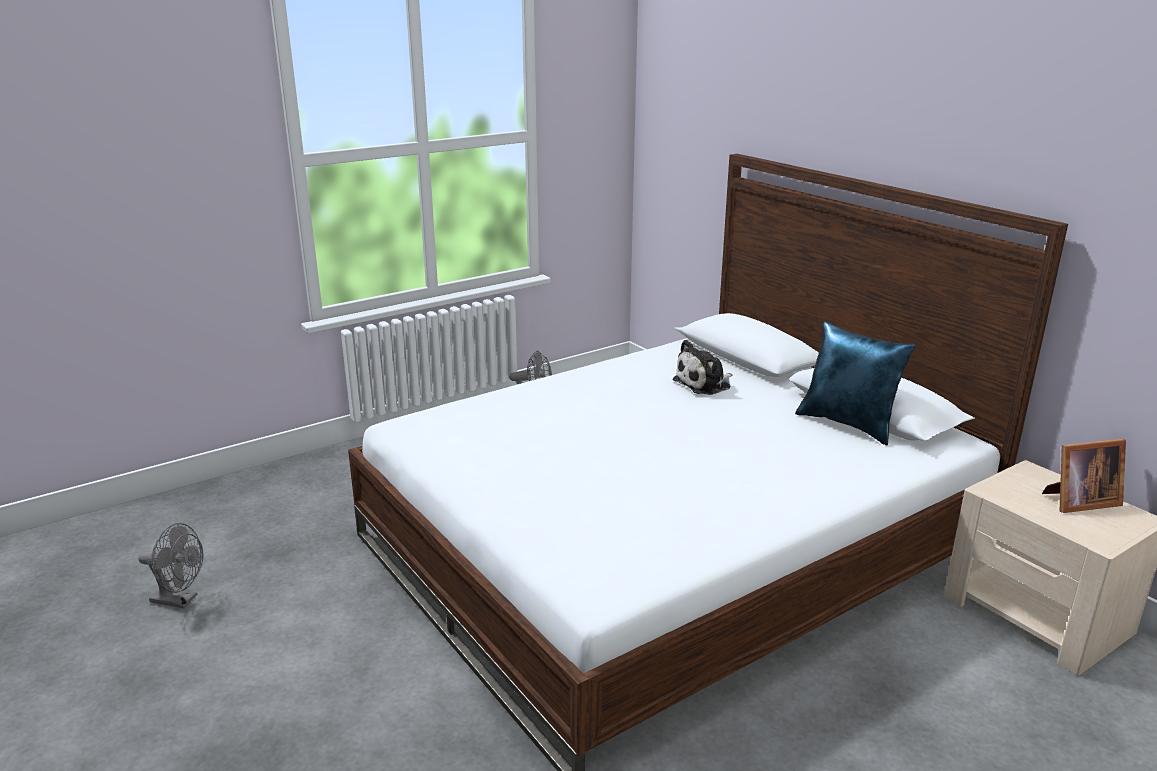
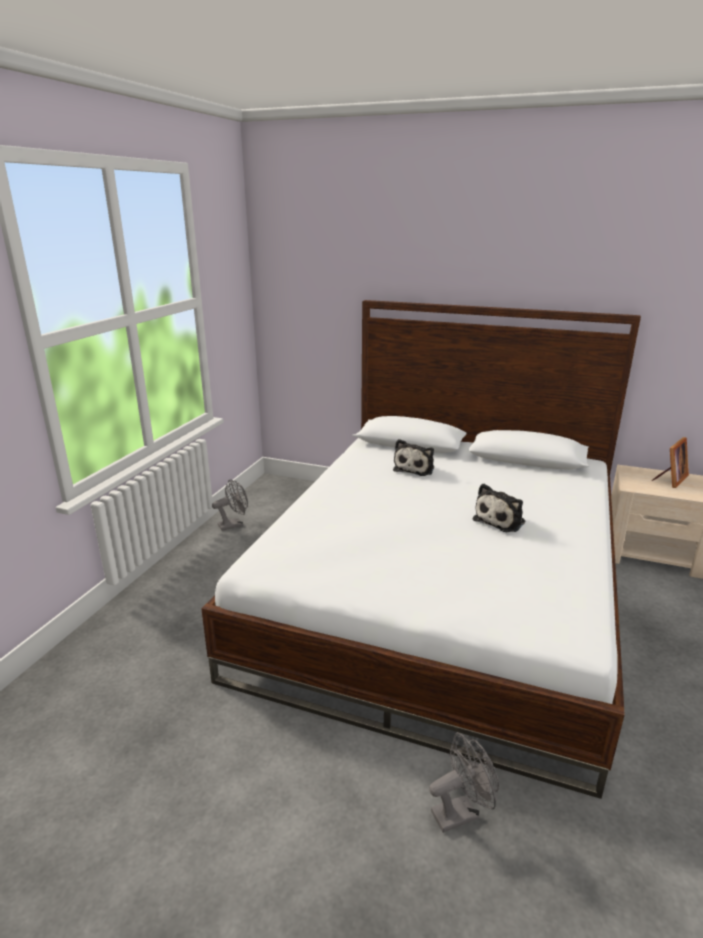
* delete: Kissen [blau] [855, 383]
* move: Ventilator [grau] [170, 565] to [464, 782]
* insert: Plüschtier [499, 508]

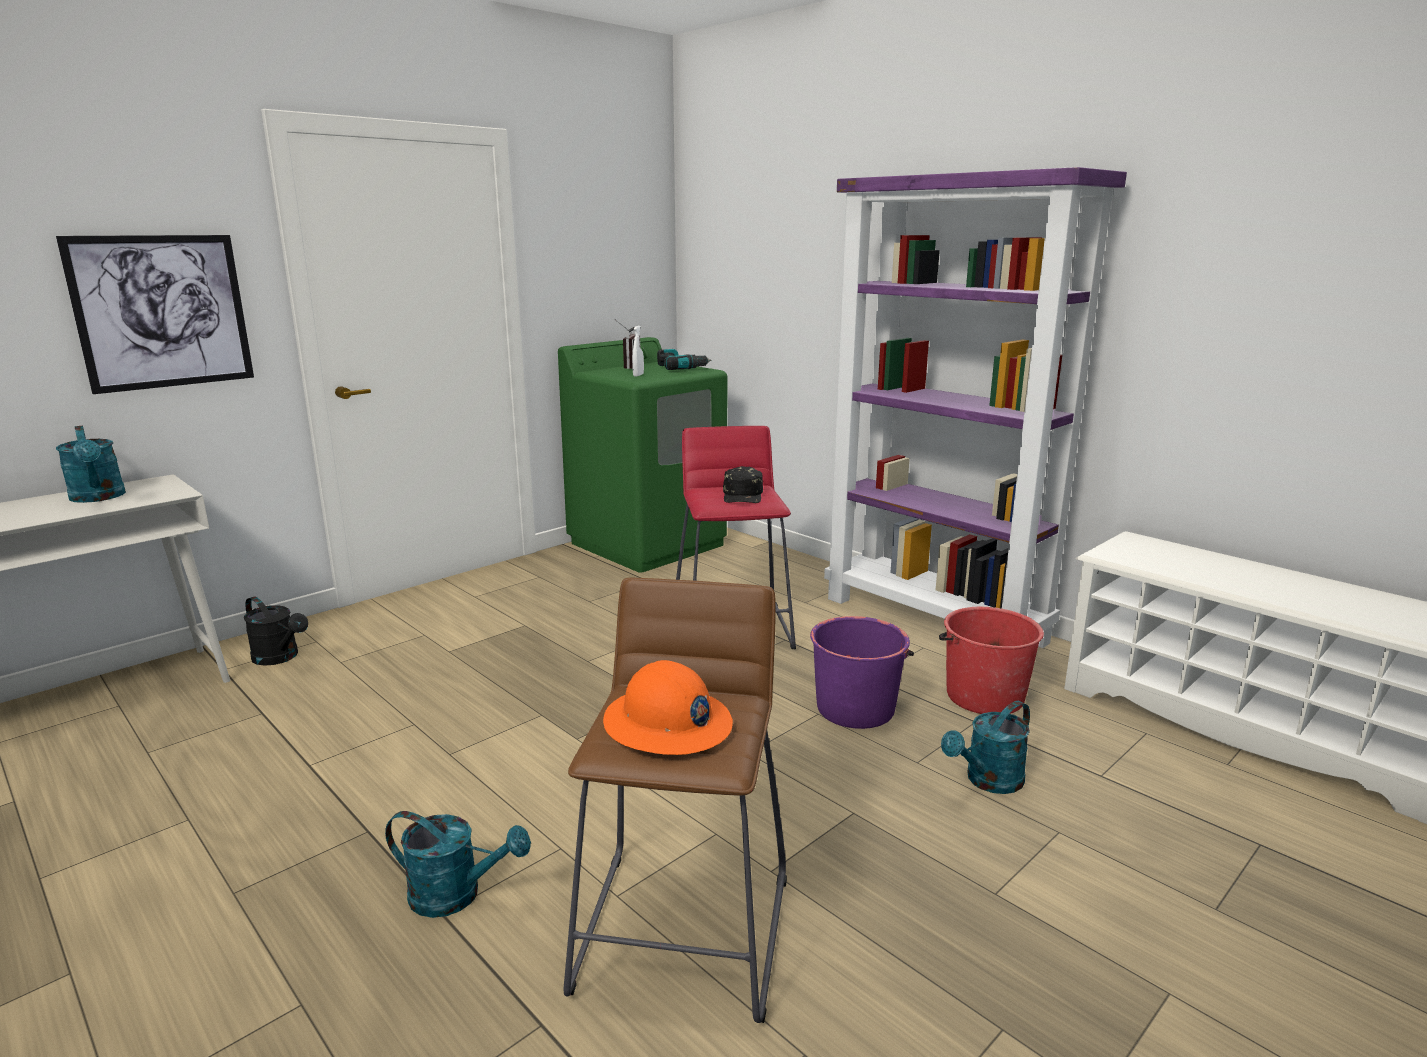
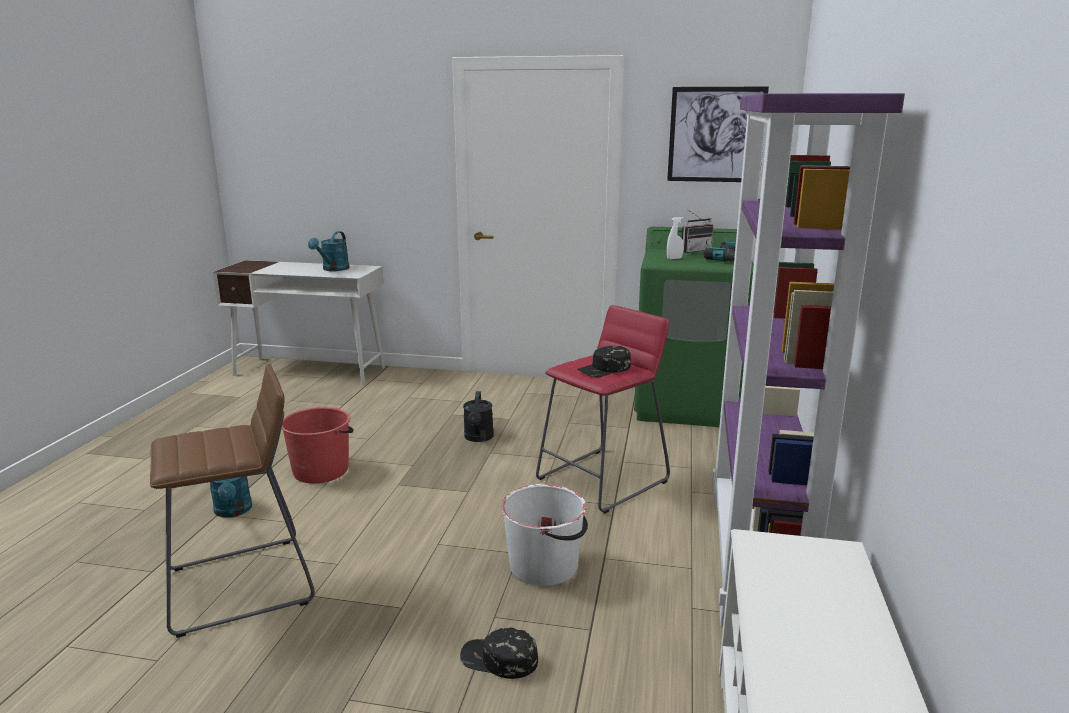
* move: Bild [155, 314] to [718, 134]
* move: Gießkanne [schwarz] [276, 631] to [478, 416]
* move: Eimer [rot] [991, 660] to [317, 445]
* recolor: Eimer [lila] [862, 672] to Eimer [weiß] [544, 535]
* delete: Schutzhelm [orange] [668, 707]
* replace: Gießkanne [türkis] [985, 747] to Kappe [schwarz] [499, 653]

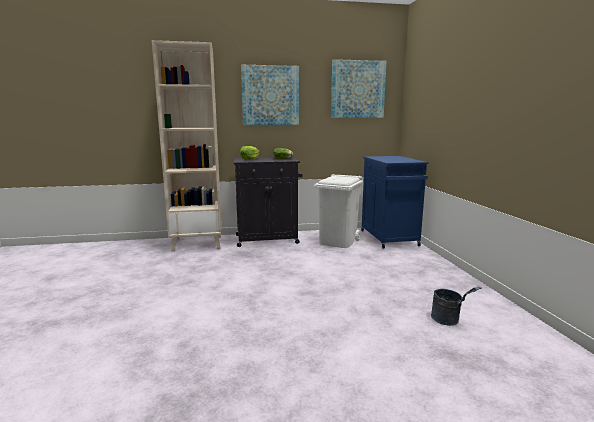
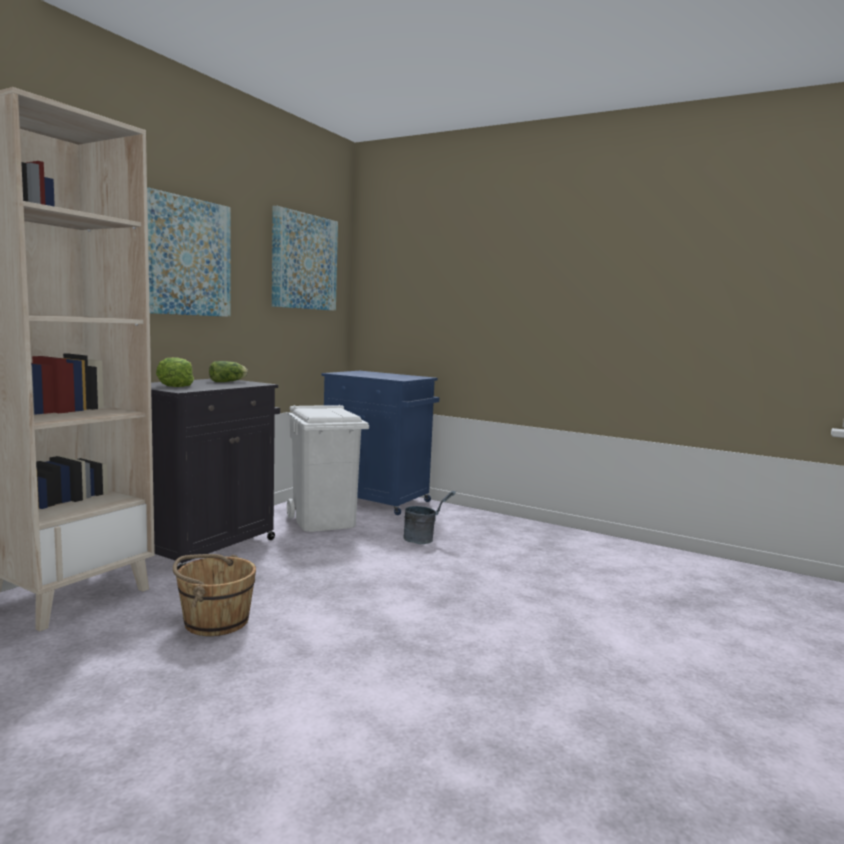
* move: Eimer [grau] [456, 306] to [429, 517]
* insert: Eimer [braun] [214, 595]

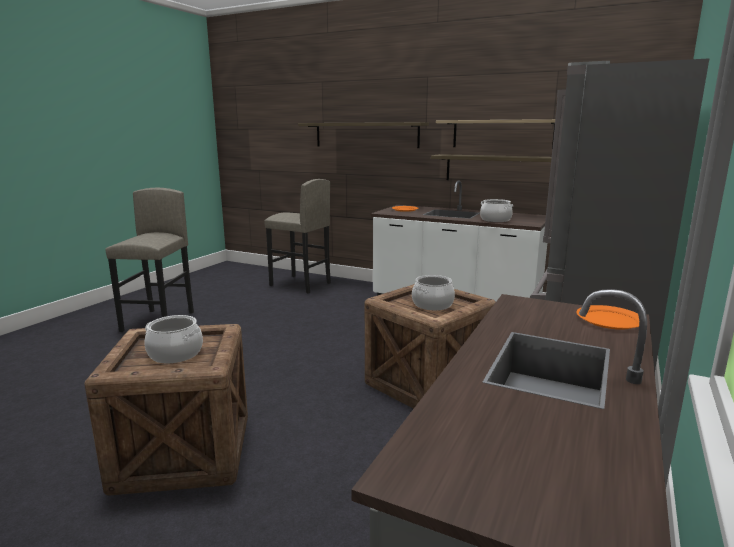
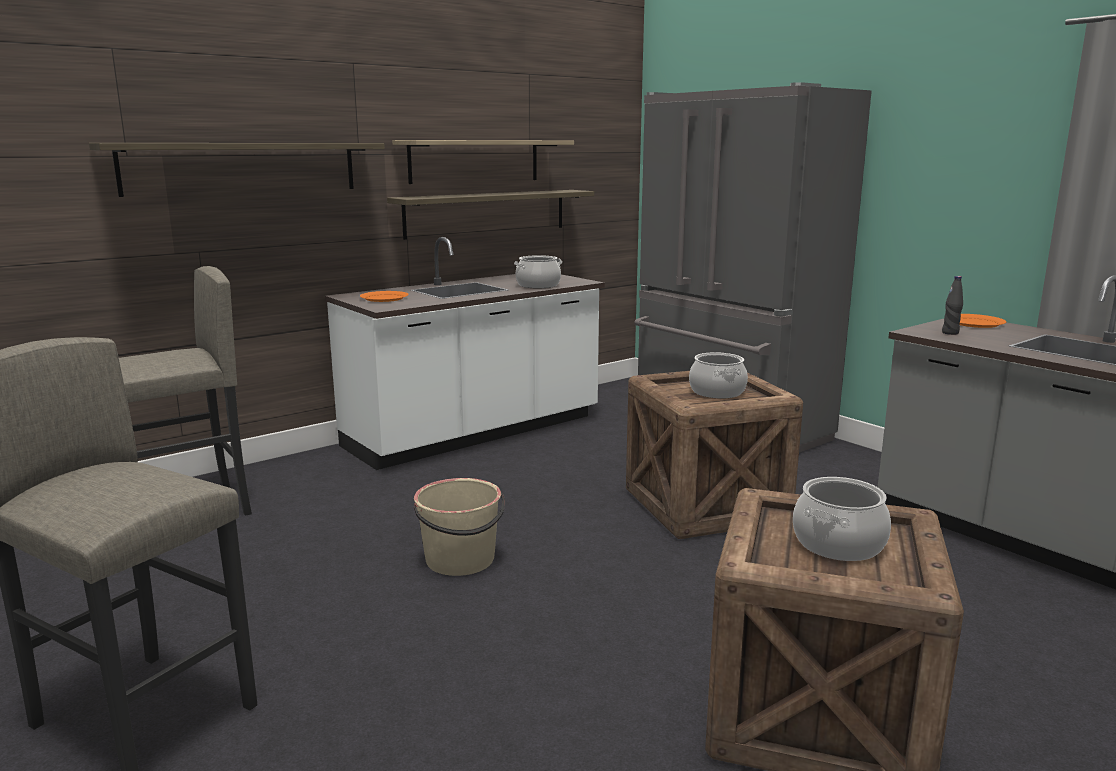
* insert: Flasche [schwarz] [952, 305]
* insert: Eimer [beige] [459, 527]

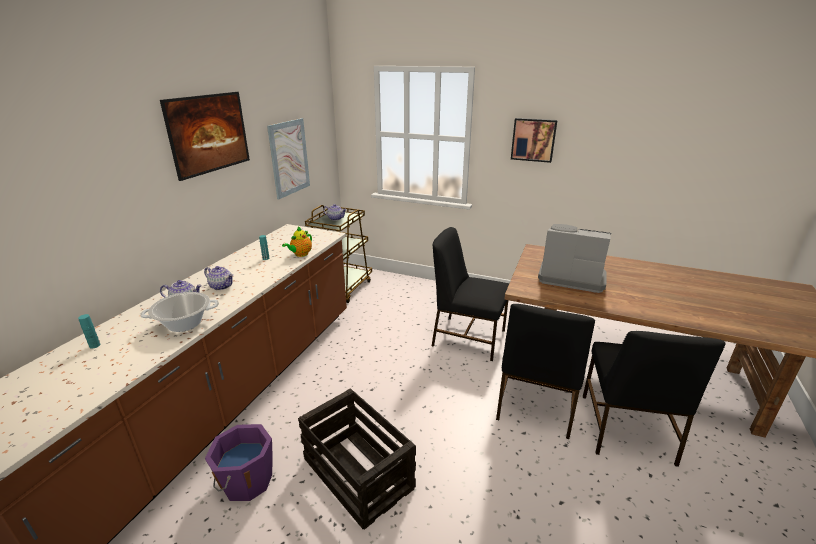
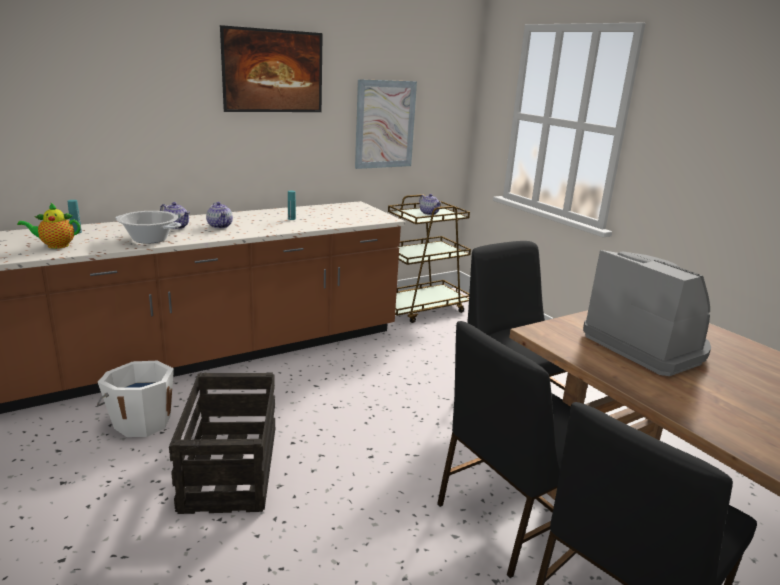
* delete: Bild [534, 140]
* move: Teekanne [297, 241] to [48, 225]
* recolor: Eimer [lila] [239, 462] to Eimer [weiß] [135, 399]

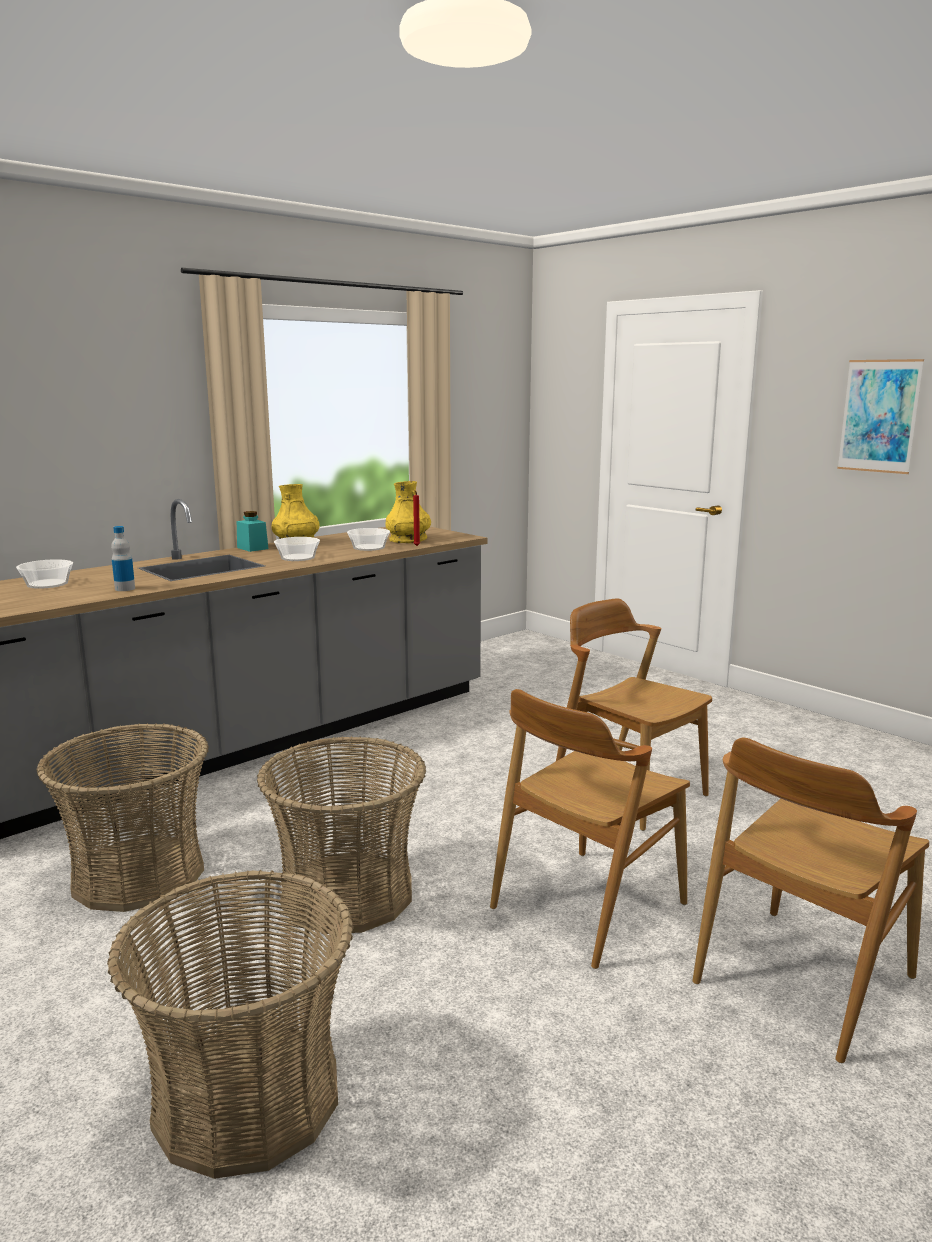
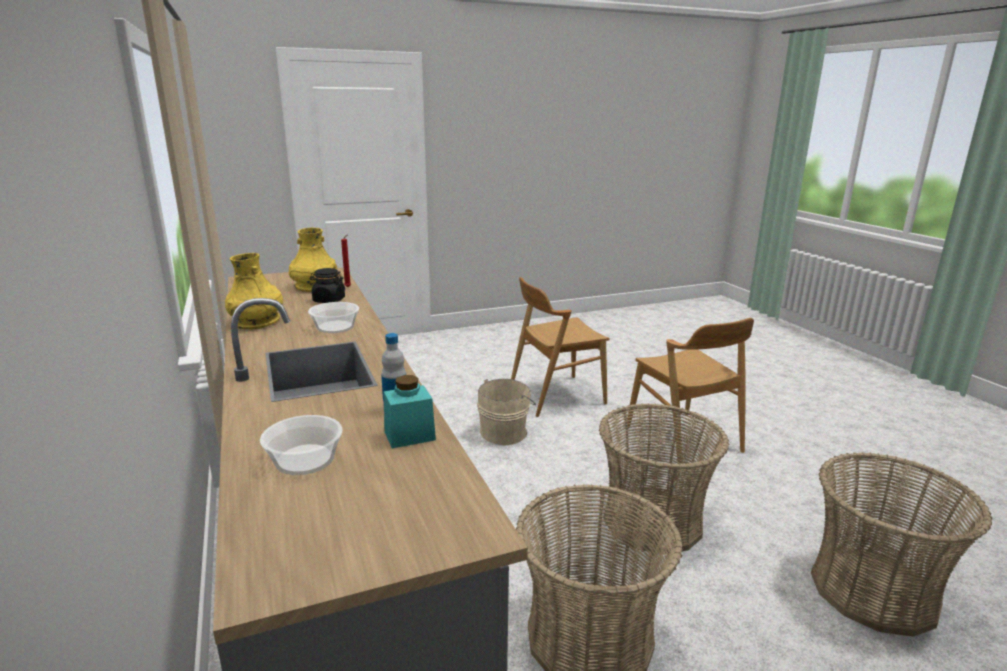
* delete: Bild [880, 416]
* move: Vorratsglas [türkis] [253, 531] to [410, 411]
* replace: Schüssel [368, 539] to Vorratsglas [schwarz] [327, 285]
* delete: Stuhl [braun] [811, 900]
* insert: Eimer [beige] [506, 412]

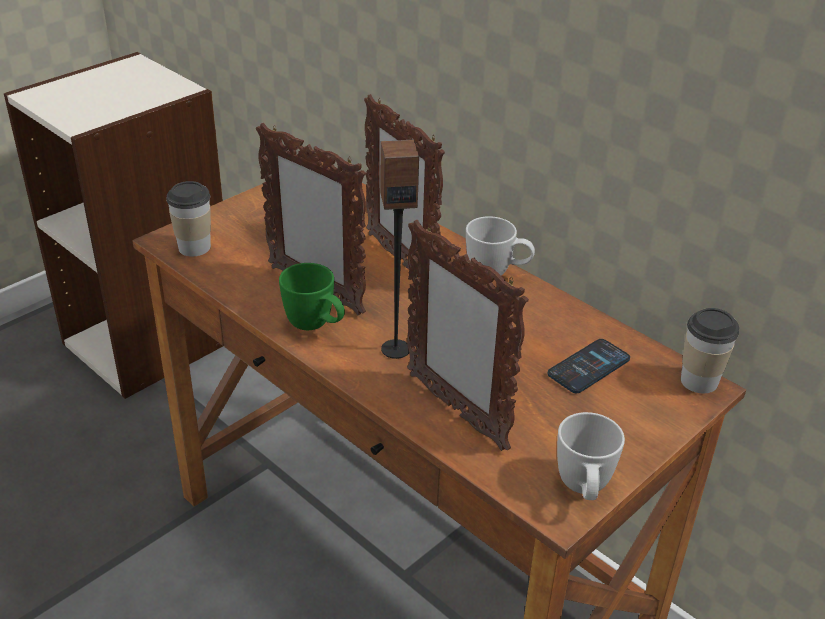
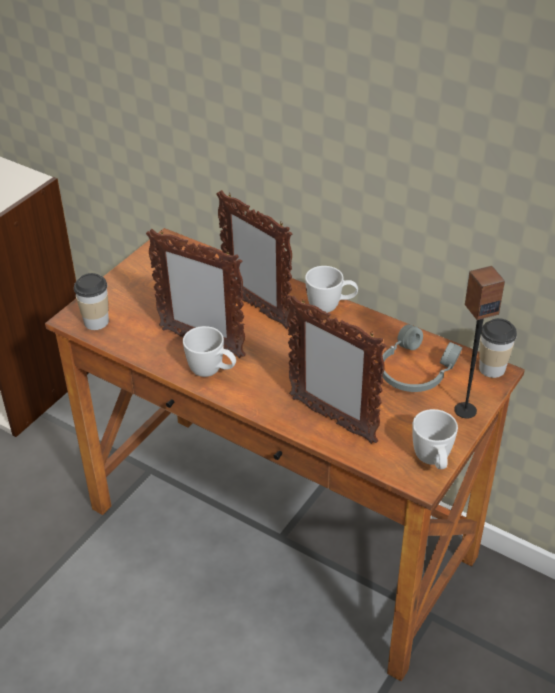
* move: Lautsprecher [399, 249] to [479, 342]
* recolor: Henkelbecher [grün] [312, 296] to Henkelbecher [weiß] [209, 351]
* replace: Handy [588, 366] to Kopfhörer [grau] [422, 358]

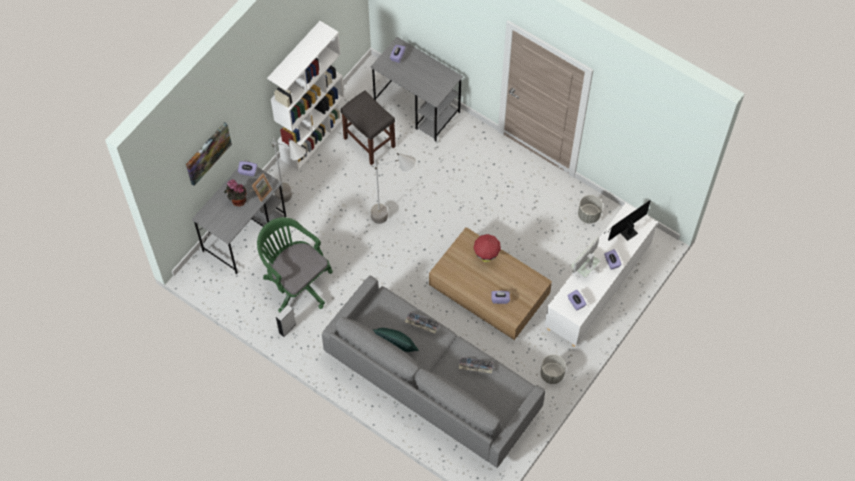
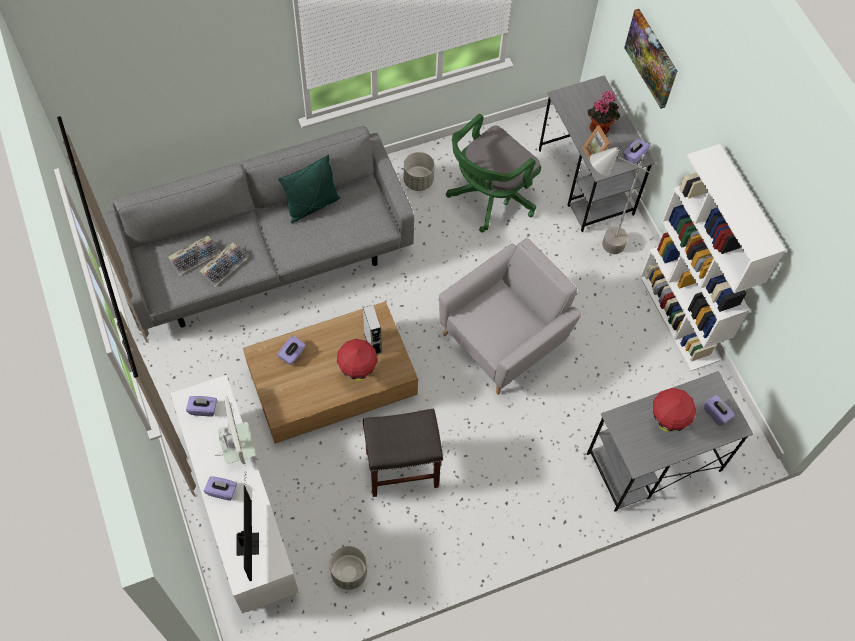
* move: Hocker [grau] [368, 127] to [403, 452]
* replace: Stehlampe [grau] [392, 188] to Sessel [grau] [510, 316]
* rotate: Bürostuhl [grün] [295, 264] = [493, 173] 150 degrees clockwise
* move: Lautsprecher [grau] [286, 321] to [372, 329]
* move: Tastatur [423, 322] to [193, 255]
* move: Pflanzkübel [grau] [553, 369] to [419, 171]
* insert: Tischlampe [rot] [675, 410]

